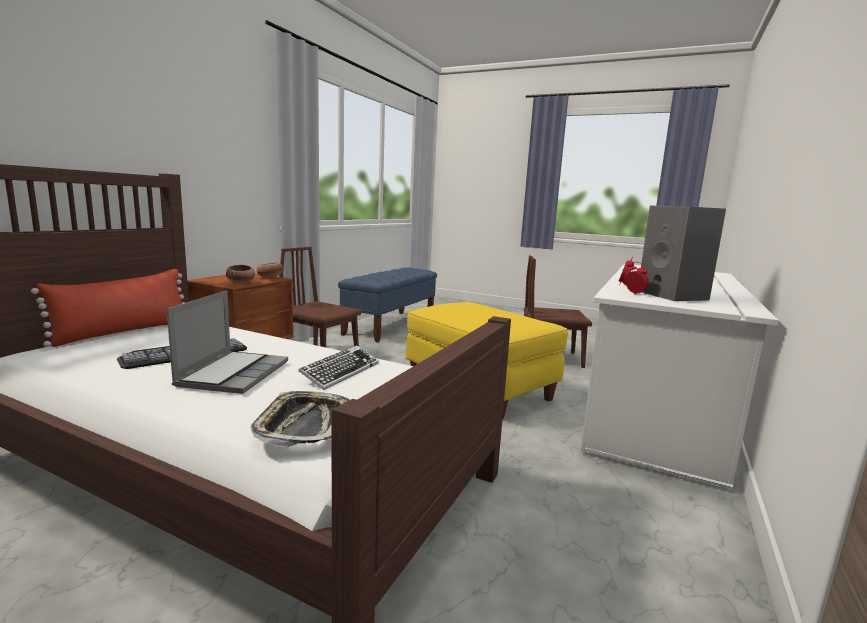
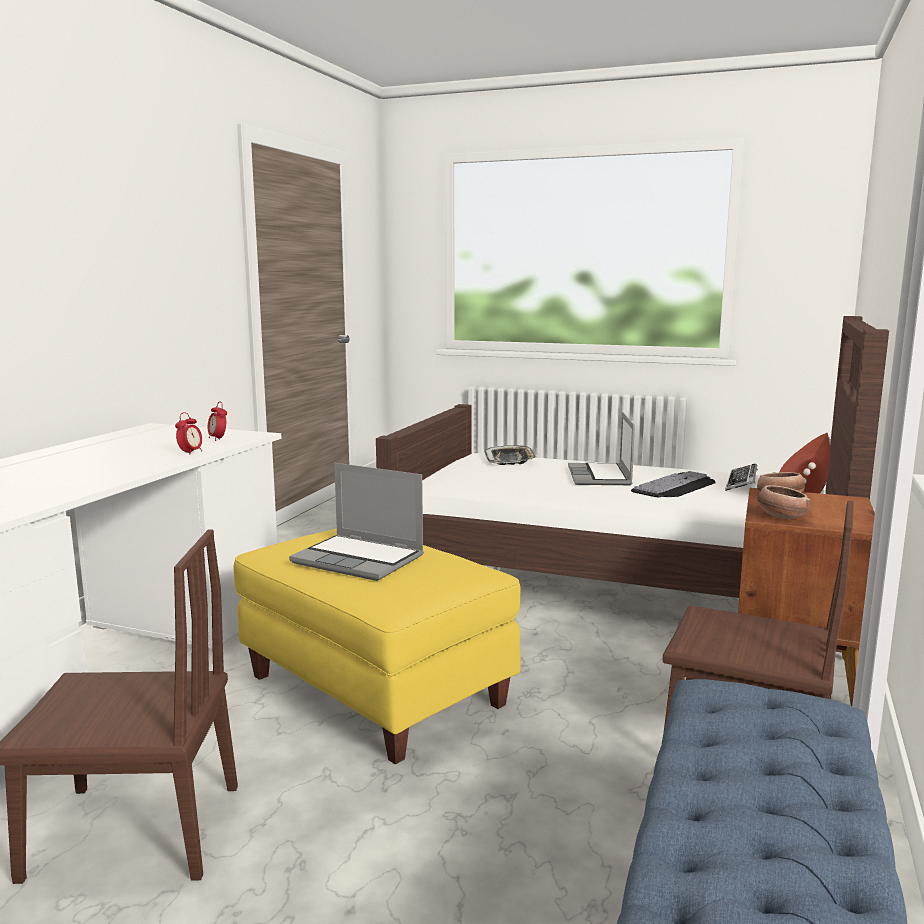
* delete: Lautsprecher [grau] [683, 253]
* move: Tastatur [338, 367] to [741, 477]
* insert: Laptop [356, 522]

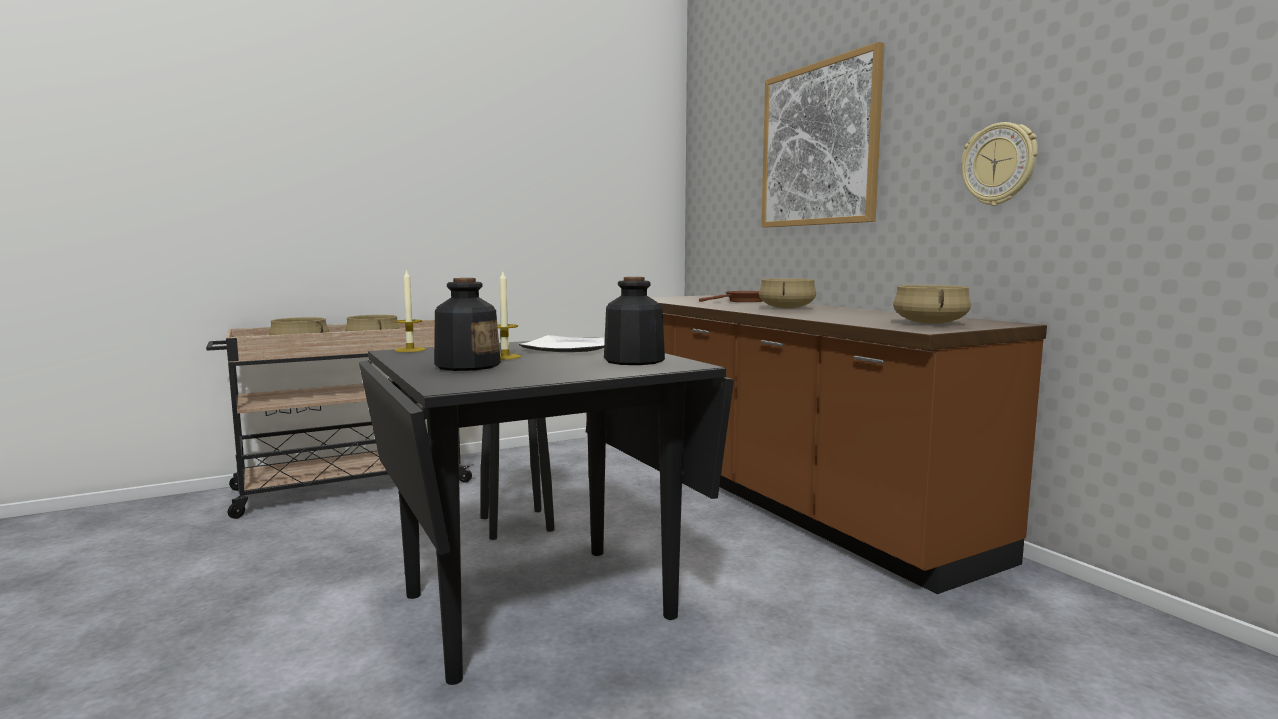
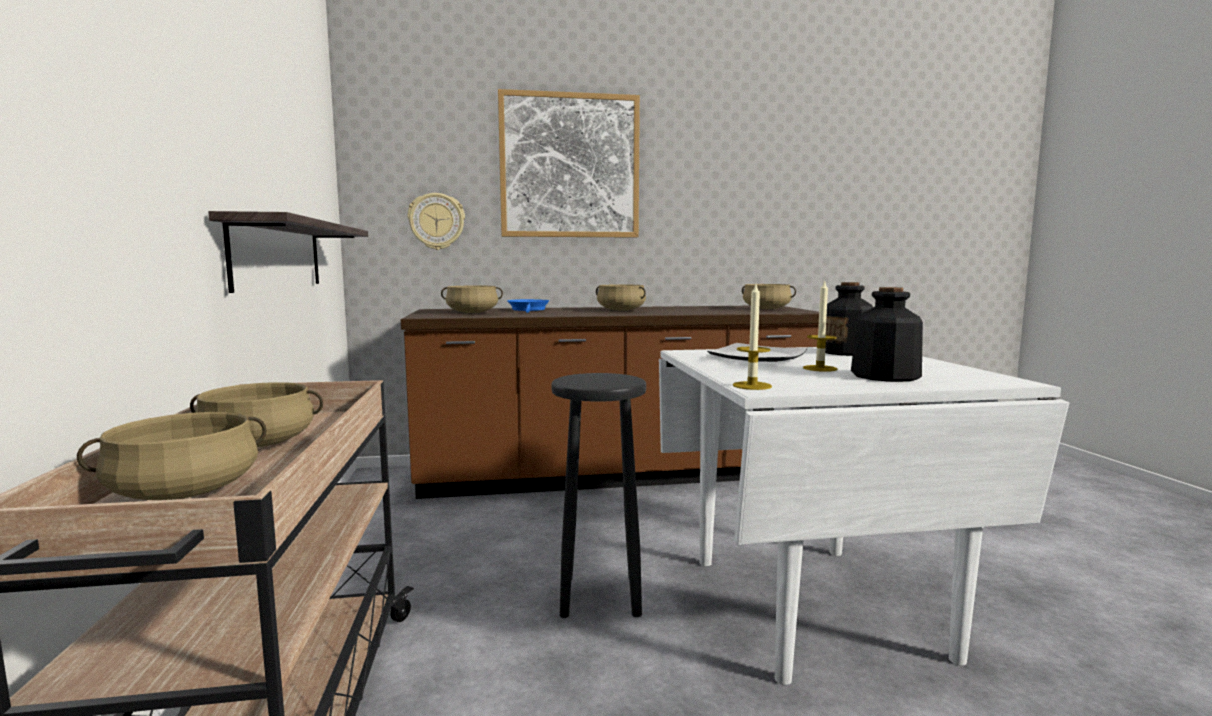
* move: Wanduhr [999, 164] to [436, 221]
* recolor: Pfanne [braun] [731, 296] to Pfanne [blau] [528, 306]
* recolor: Esstisch [schwarz] [546, 511] to Esstisch [weiß] [864, 516]
* insert: Wandregal [288, 252]
* insert: Kochtopf [beige] [472, 299]

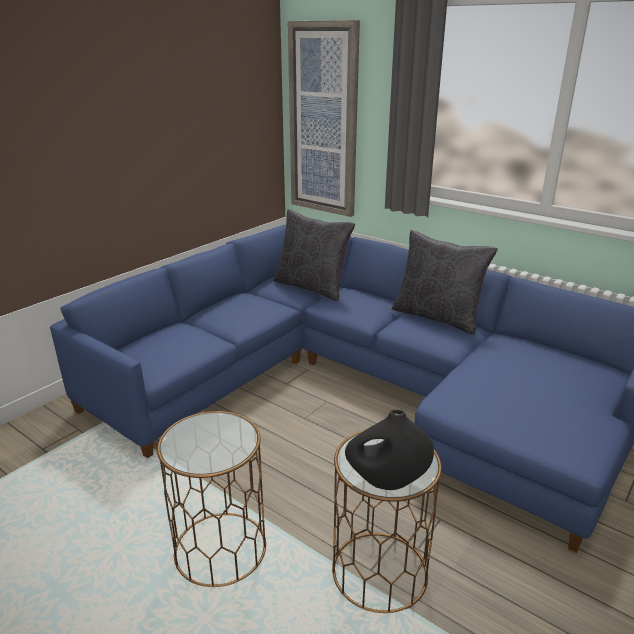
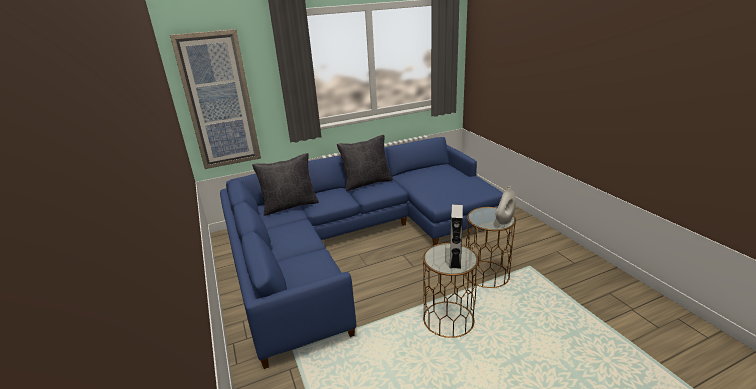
* recolor: Vase [schwarz] [389, 449] to Vase [weiß] [506, 205]
* insert: Lautsprecher [grau] [456, 236]

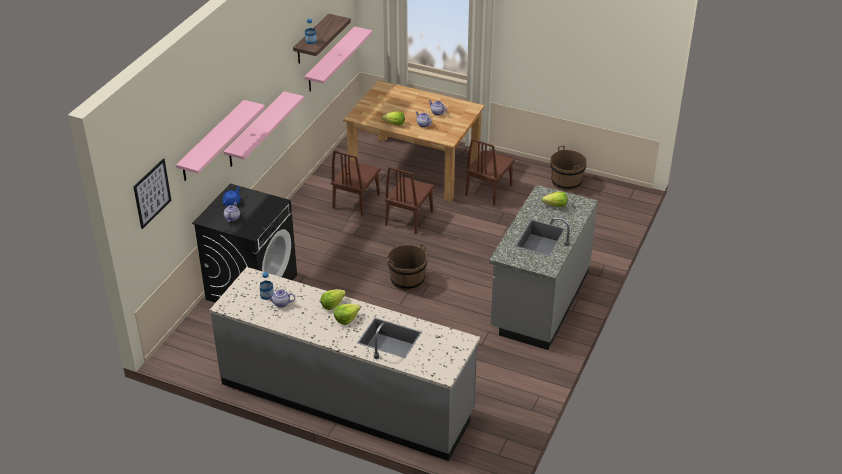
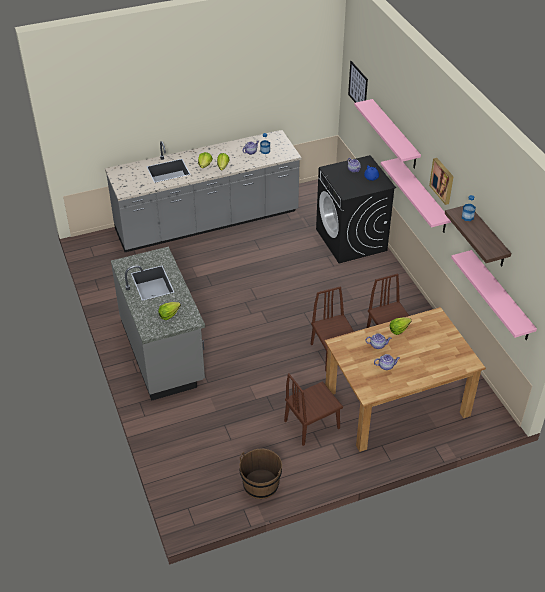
* rotate: Stuhl [braun] [490, 172] = [313, 409] 105 degrees counterclockwise
* delete: Eimer [braun] [407, 267]
* insert: Bild [441, 181]

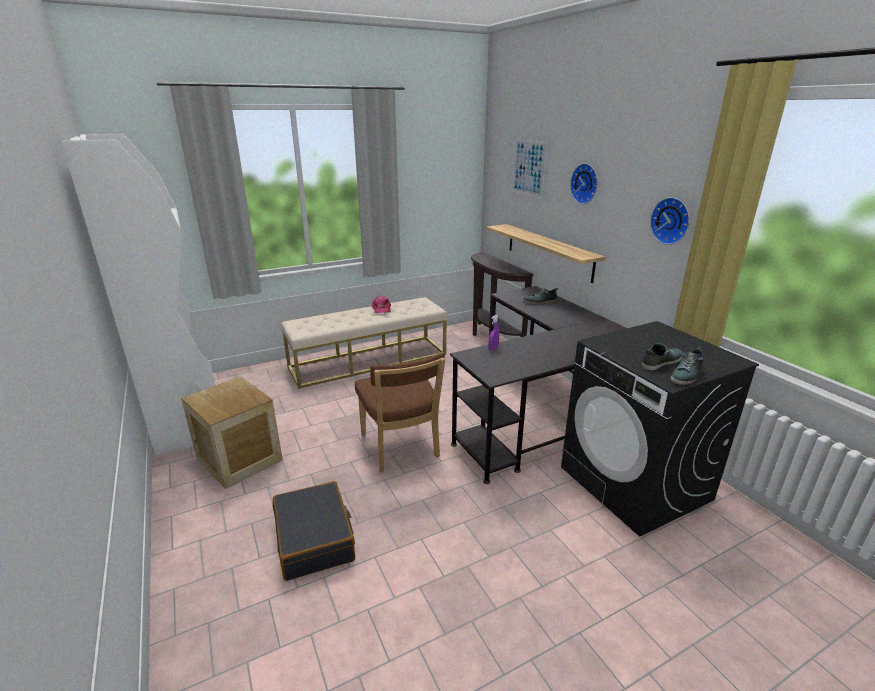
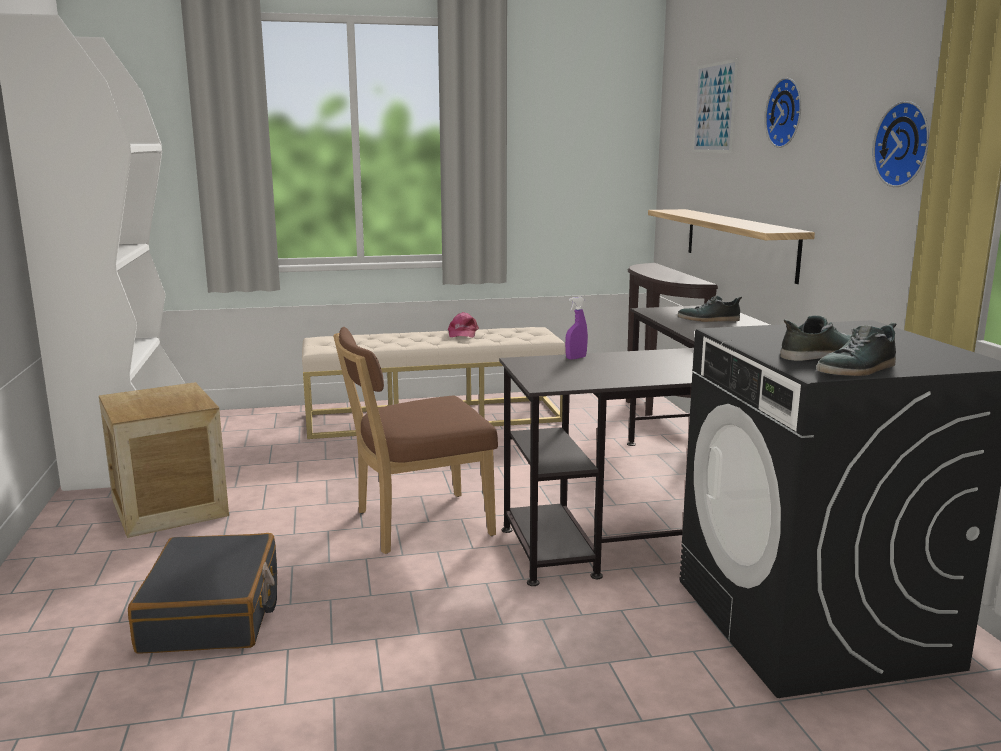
* rotate: Stuhl [braun] [400, 412] = [415, 440] 75 degrees clockwise

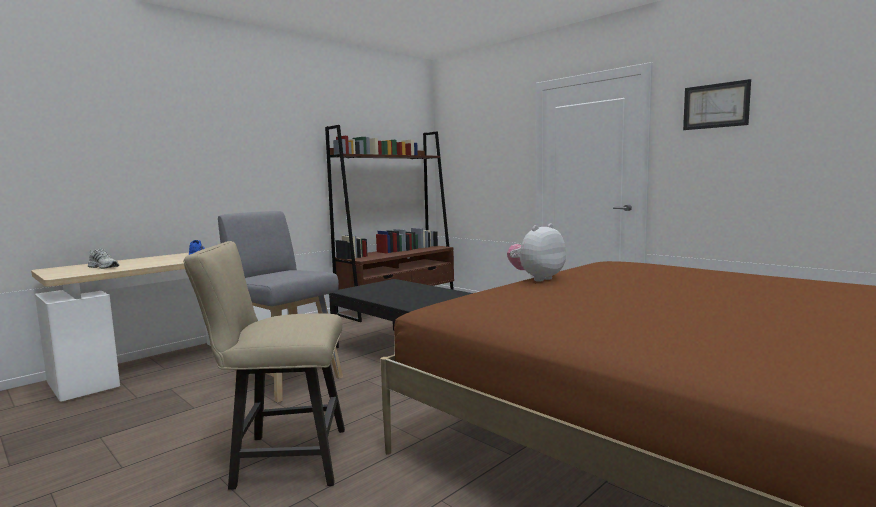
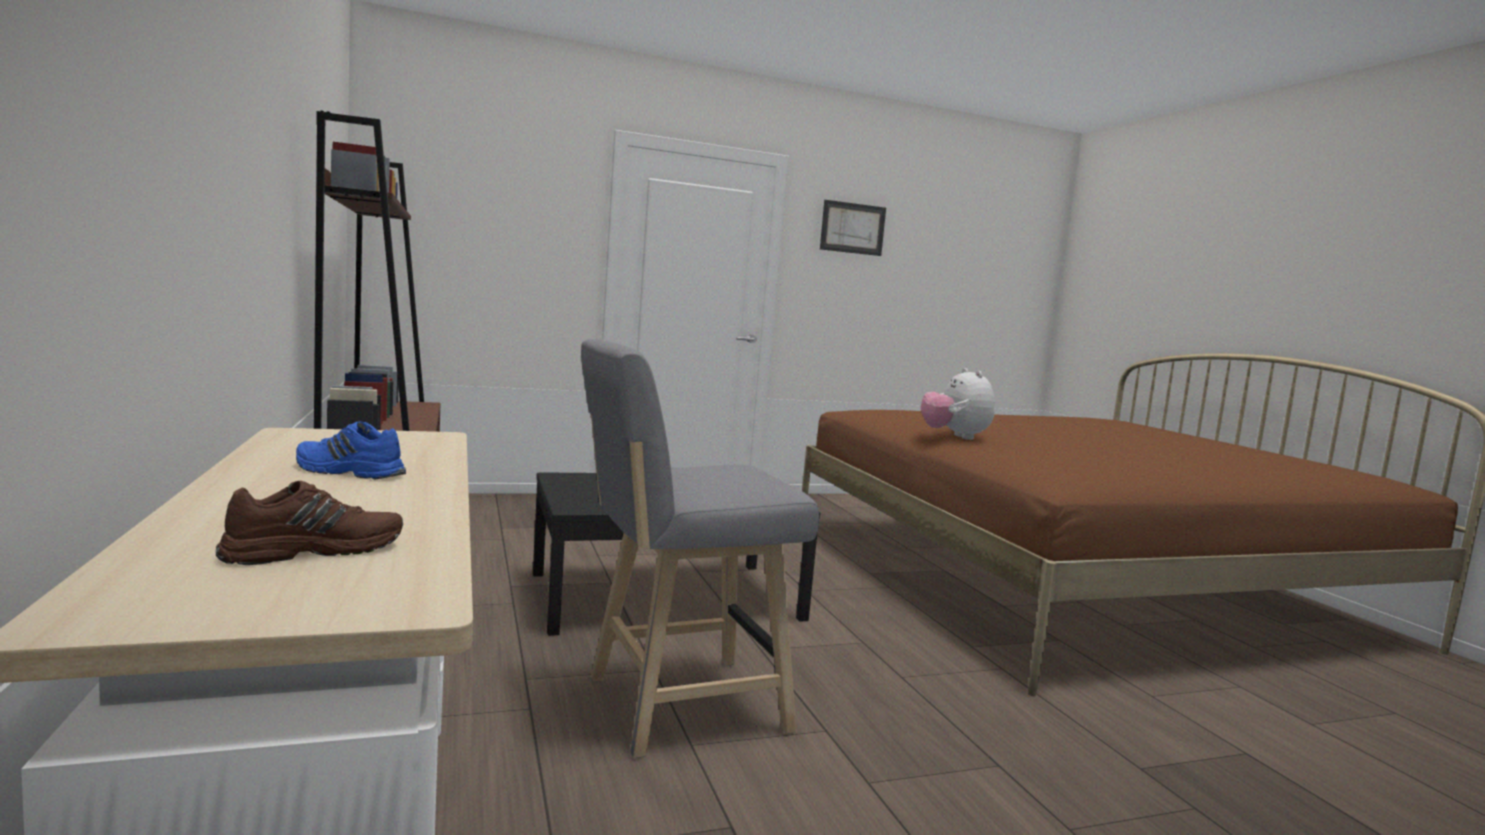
* delete: Stuhl [beige] [264, 365]
* recolor: Schuh [weiß] [103, 259] to Schuh [braun] [309, 523]

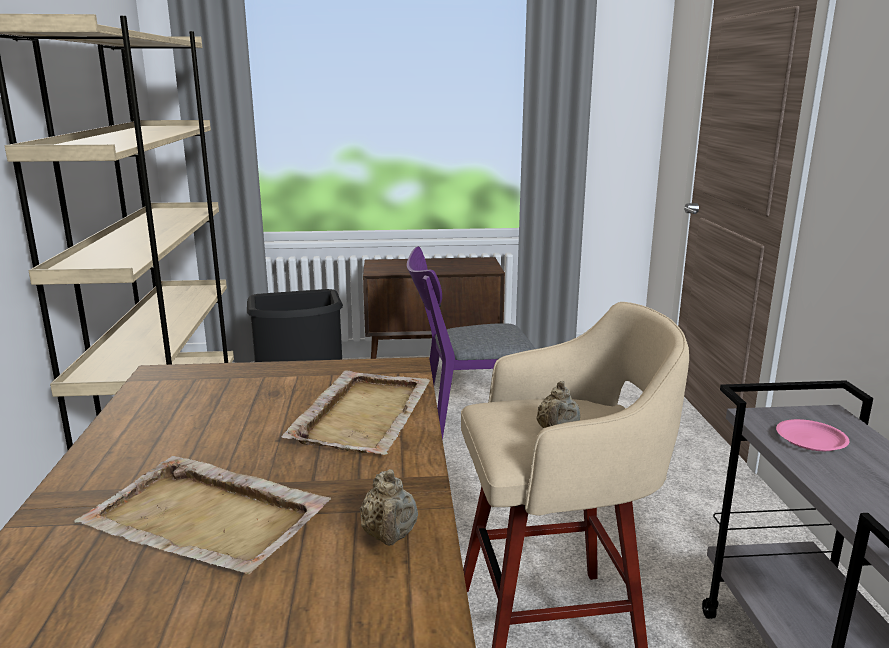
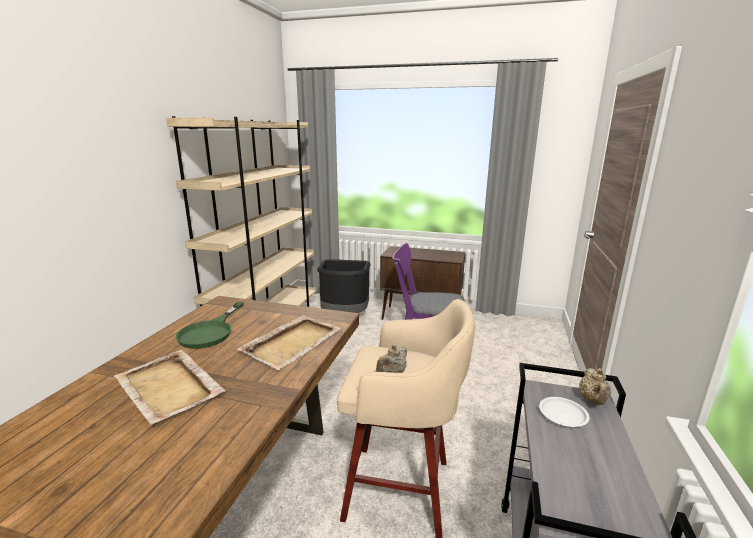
* recolor: Teller [rosa] [812, 435] to Teller [weiß] [564, 412]
* move: Teekanne [beige] [389, 507] to [595, 386]
* insert: Pfanne [grün] [209, 325]

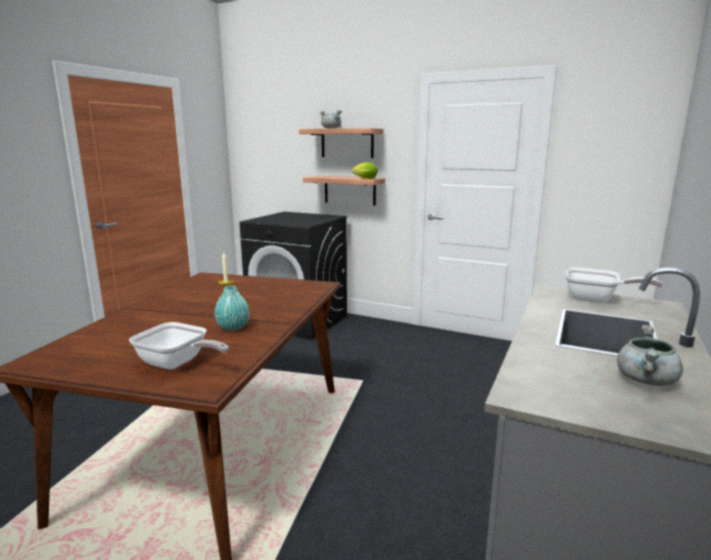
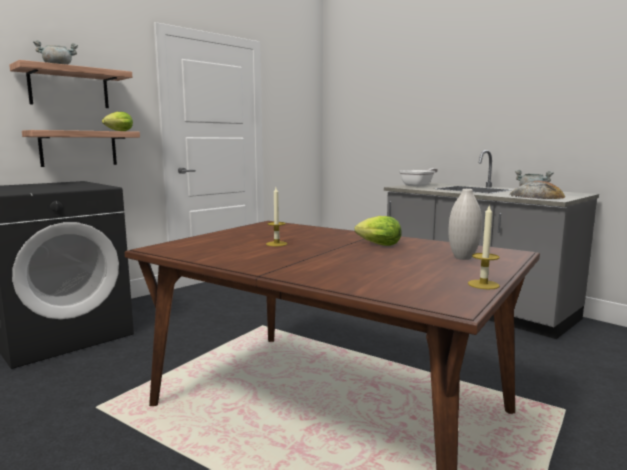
* replace: Vase [türkis] [232, 308] to Salatkopf [378, 231]
* replace: Pfanne [178, 345] to Vase [weiß] [465, 224]
* insert: Brot [537, 190]
* insert: Kerze [484, 246]

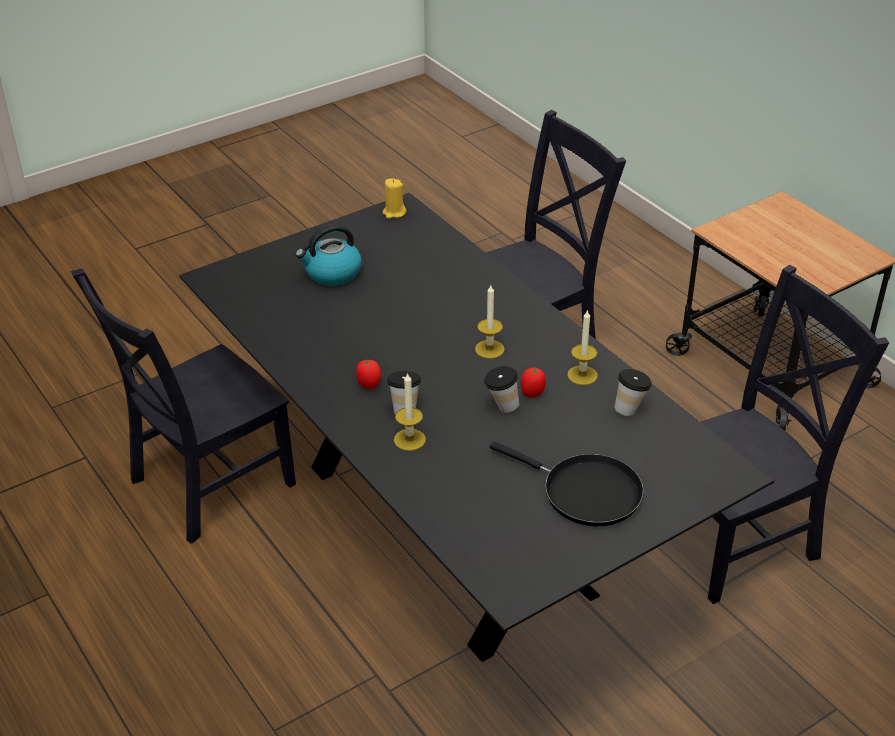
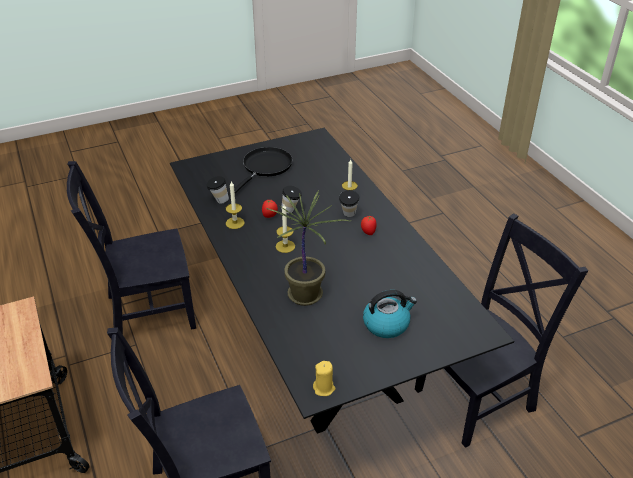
* rotate: Pfanne [schwarz] [567, 484] = [263, 170] 75 degrees clockwise
* insert: Topfpflanze [308, 248]

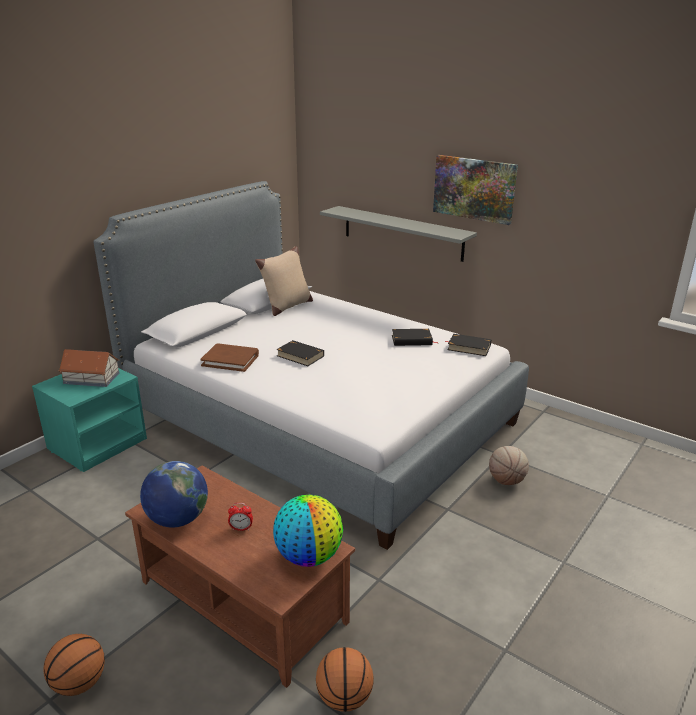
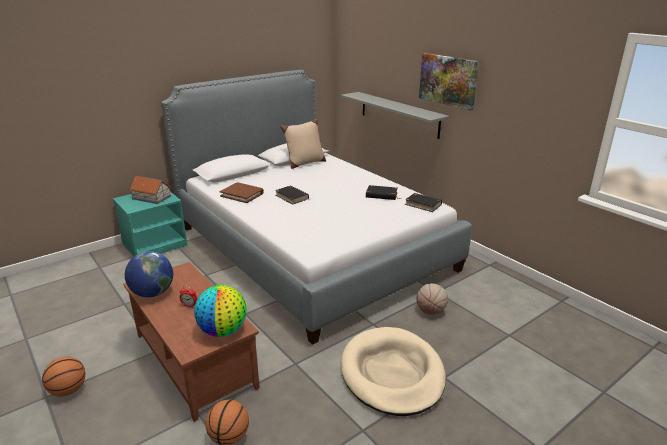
* insert: Hundebett [beige] [393, 371]

